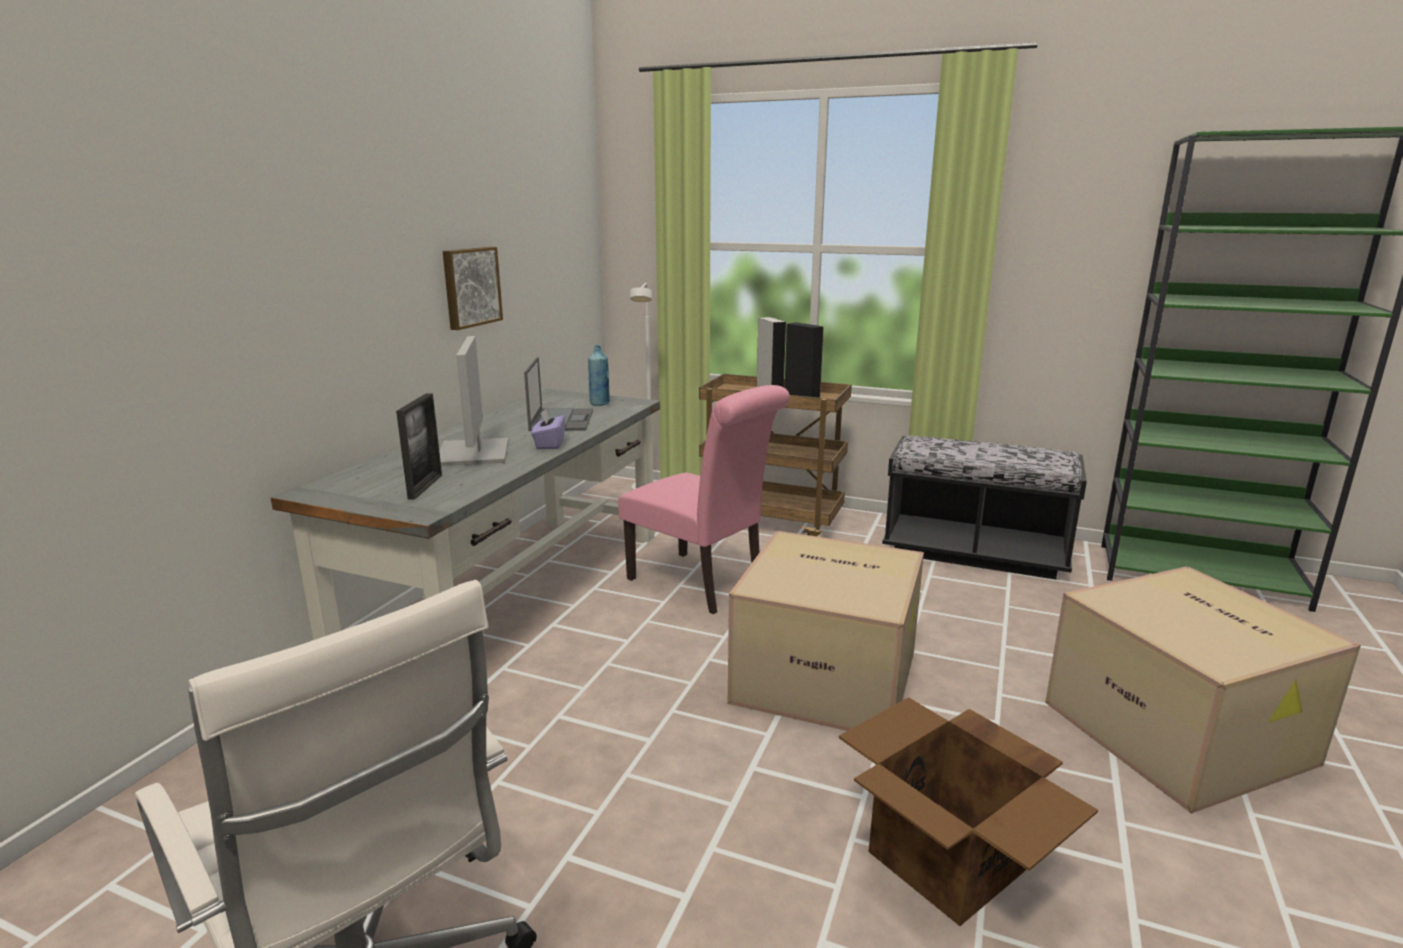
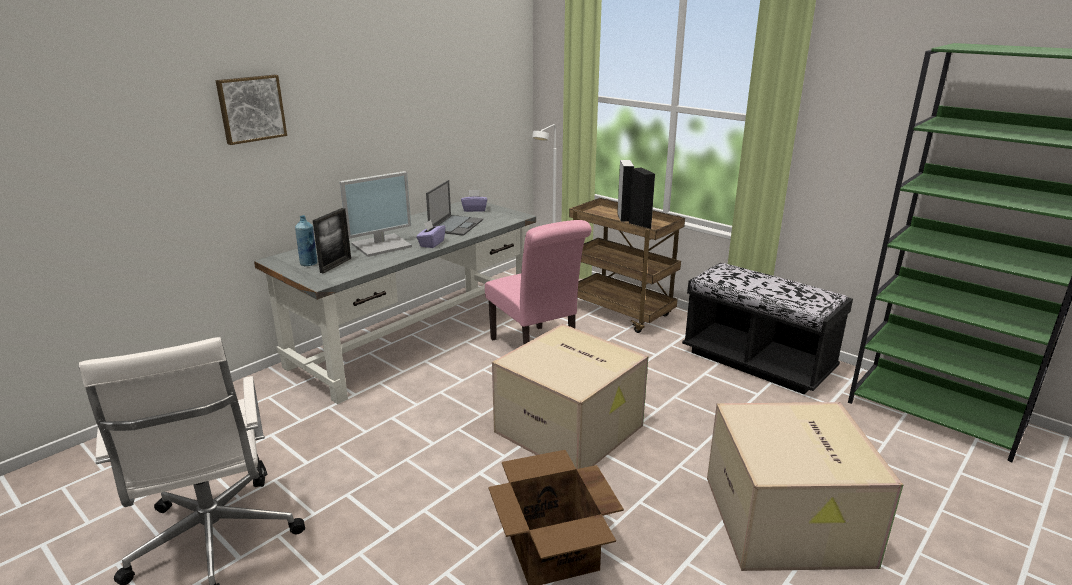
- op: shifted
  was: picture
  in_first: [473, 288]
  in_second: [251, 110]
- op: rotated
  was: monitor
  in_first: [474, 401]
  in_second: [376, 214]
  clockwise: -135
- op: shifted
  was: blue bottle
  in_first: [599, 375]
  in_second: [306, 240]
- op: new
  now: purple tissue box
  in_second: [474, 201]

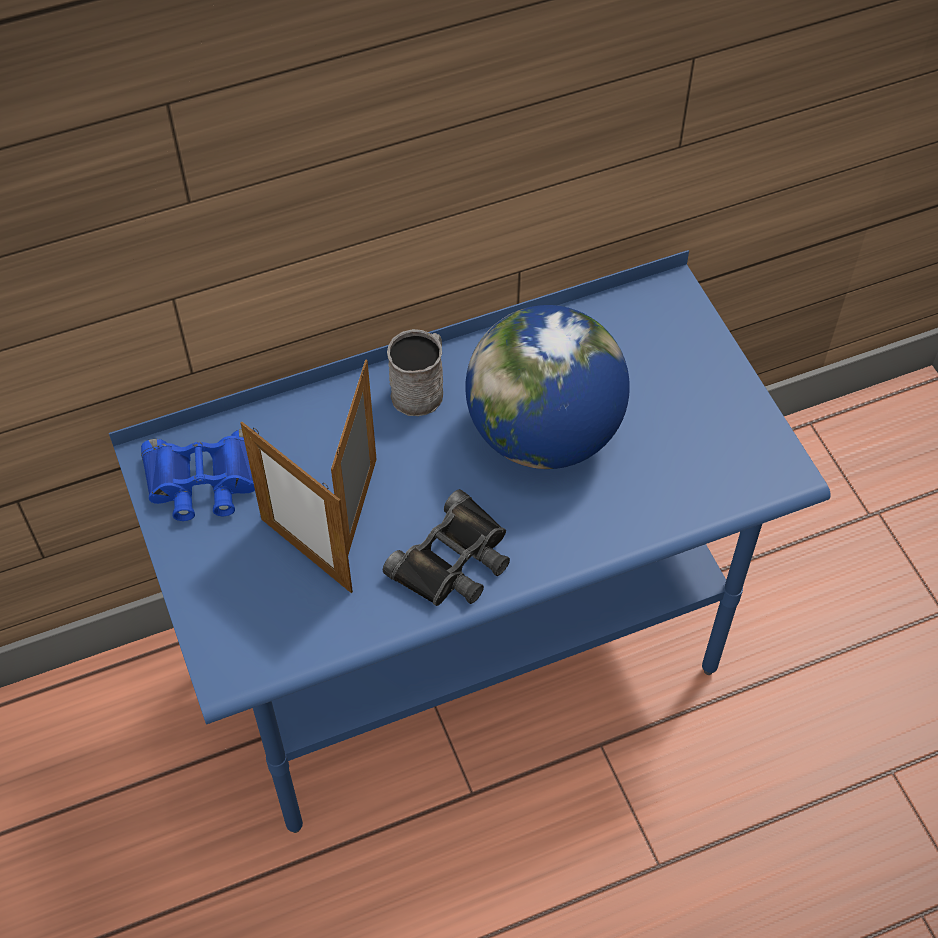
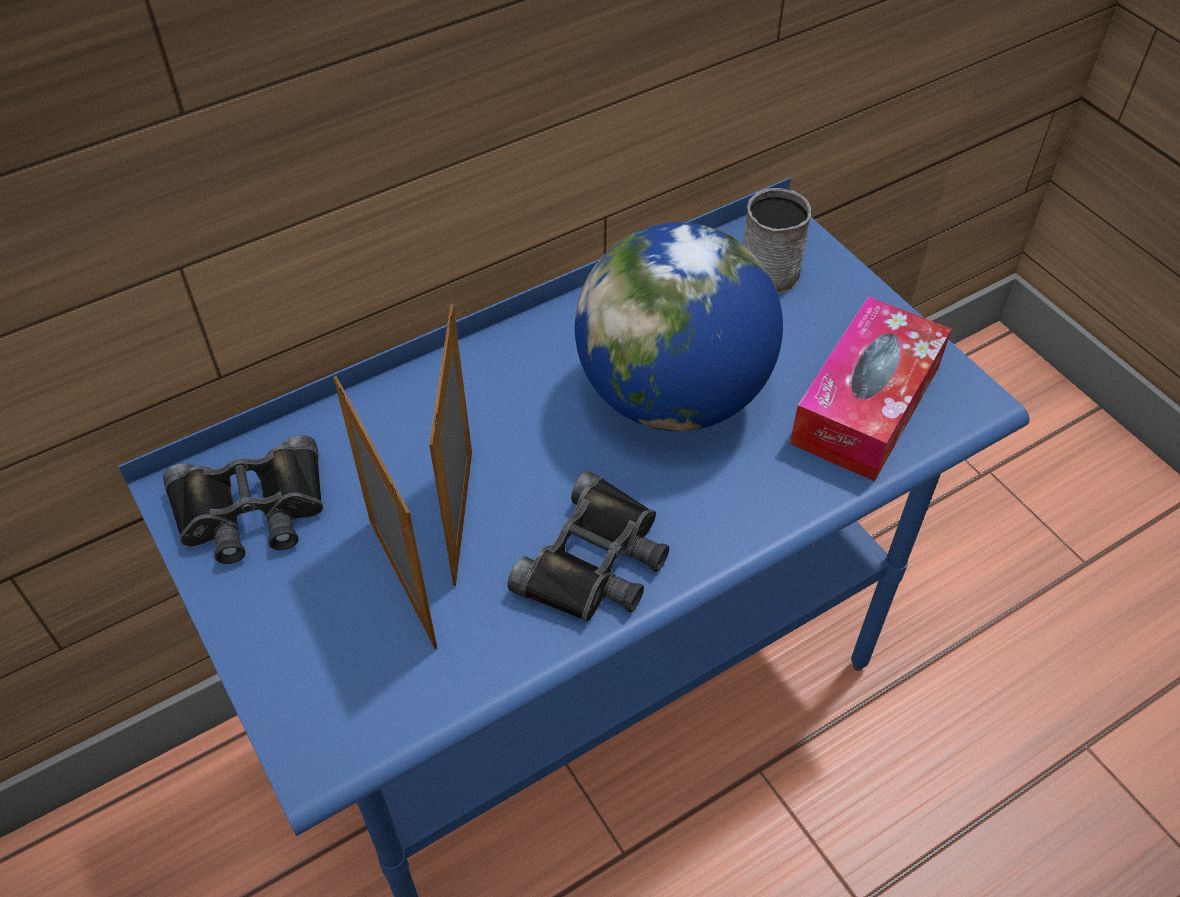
- op: shifted
  was: grey mug
  in_first: [415, 372]
  in_second: [777, 240]
- op: rotated
  was: picture frame
  in_first: [296, 507]
  in_second: [385, 512]
  clockwise: -150
- op: repainted
  was: blue binoculars
  now: black binoculars
  in_first: [199, 475]
  in_second: [243, 499]
- op: new
  now: tissue box
  in_second: [871, 388]

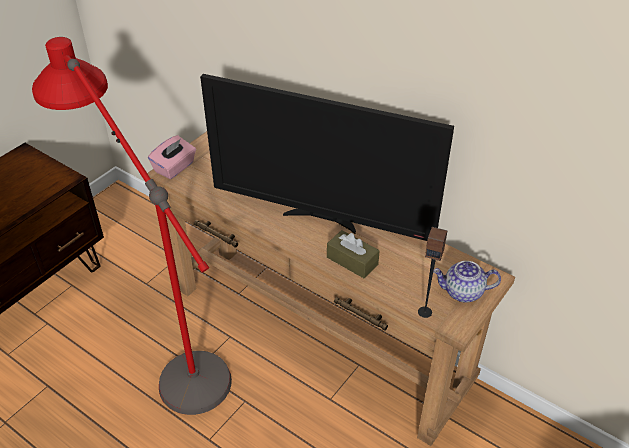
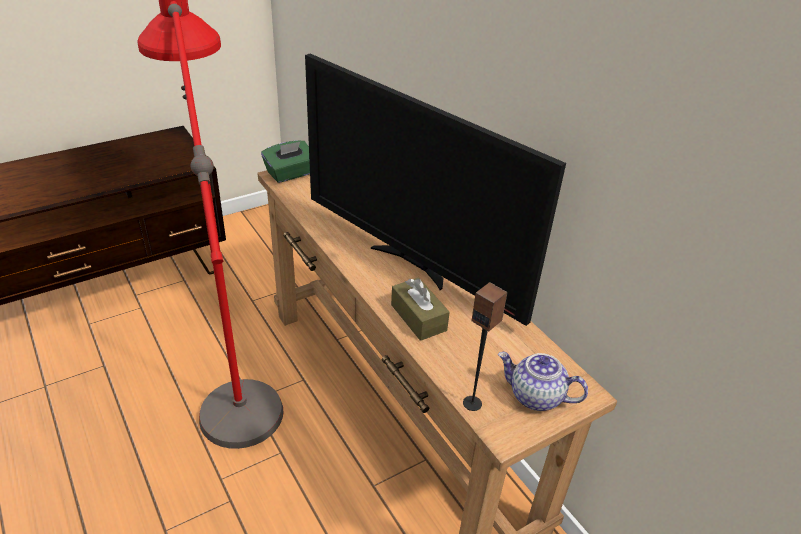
- op: repainted
  was: pink tissue box
  now: green tissue box
  in_first: [172, 157]
  in_second: [285, 161]

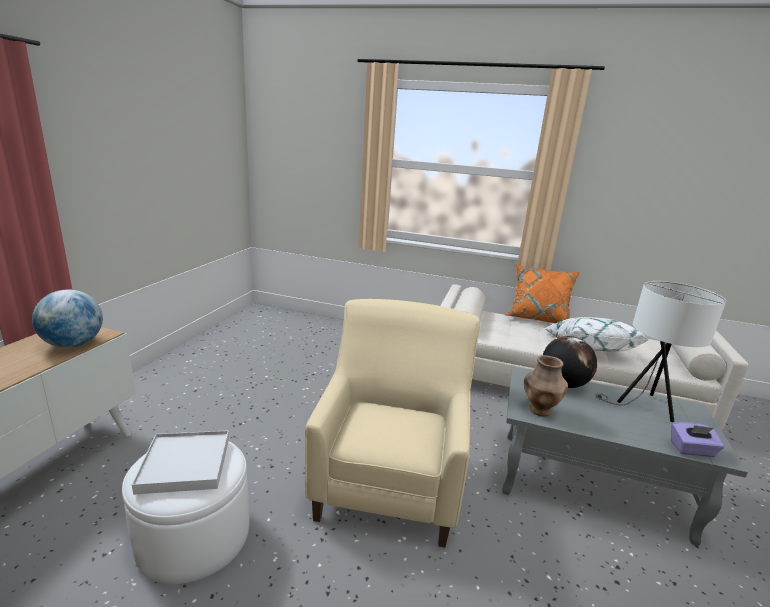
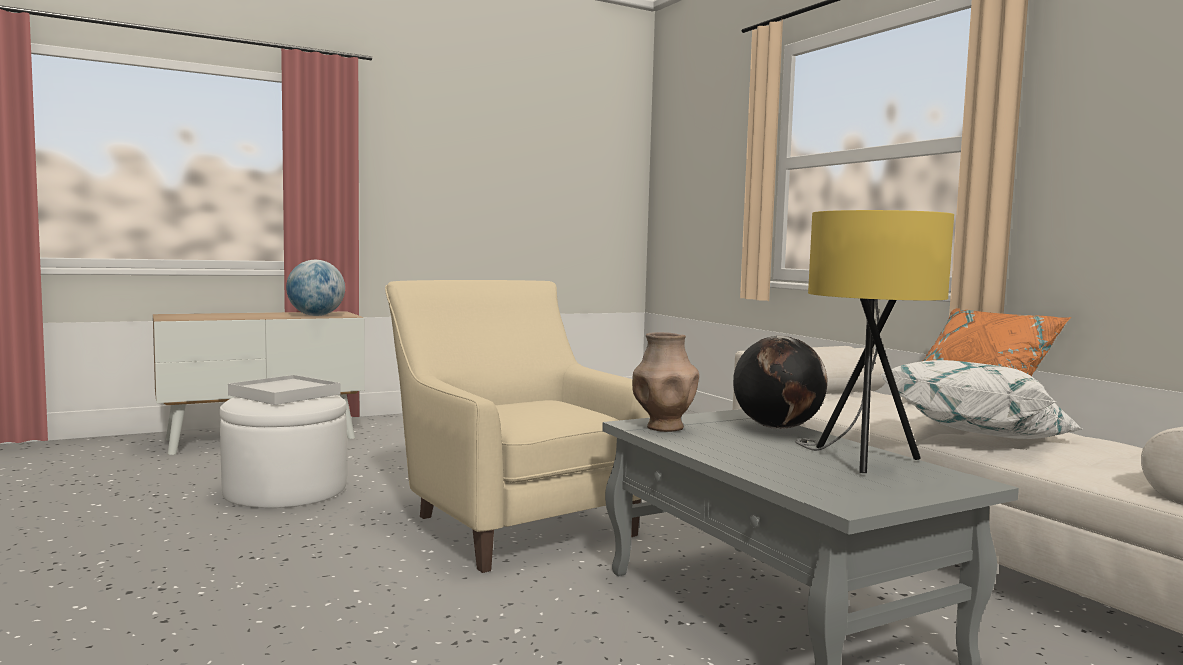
- op: repainted
  was: white table lamp
  now: yellow table lamp
  in_first: [660, 351]
  in_second: [874, 341]
- op: rotated
  was: beige armchair
  in_first: [392, 423]
  in_second: [517, 426]
  clockwise: -90
- op: gone
  was: purple tissue box
  in_first: [697, 439]

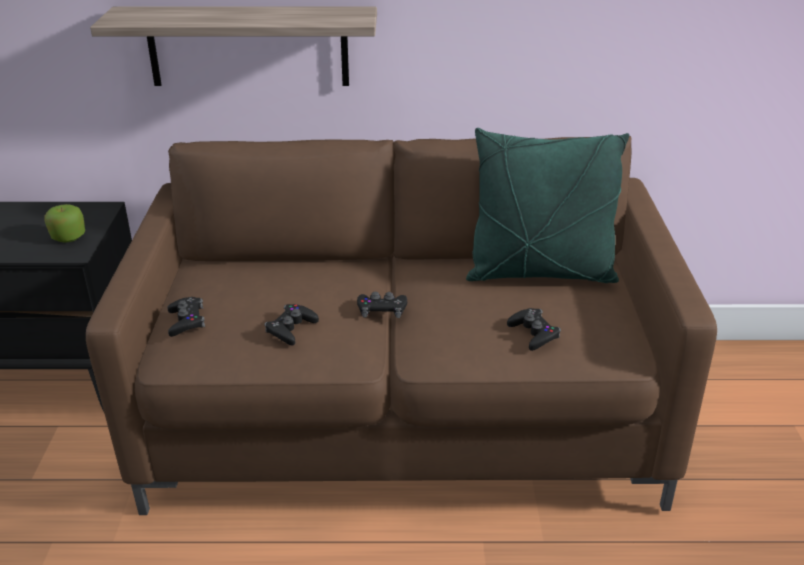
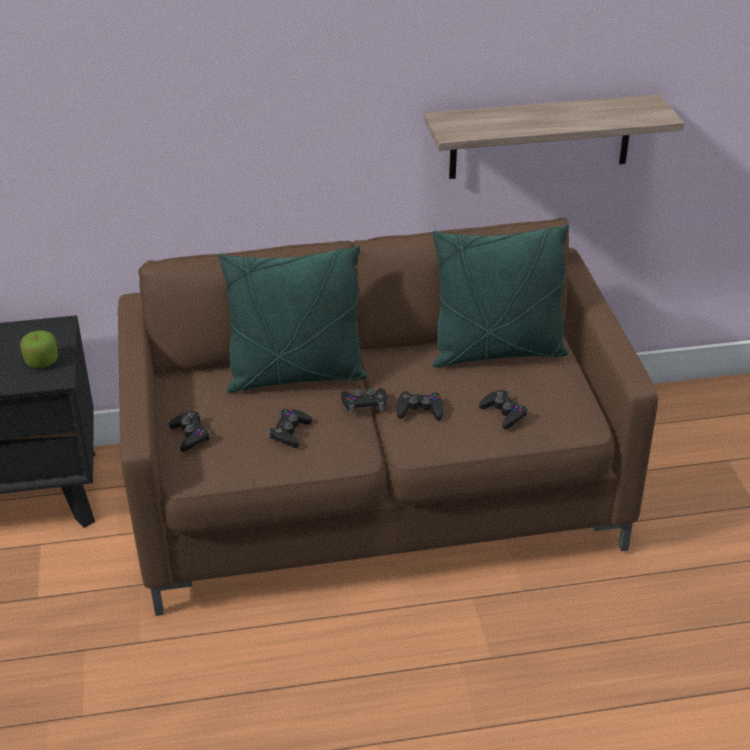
- op: shifted
  was: shelf
  in_first: [233, 46]
  in_second: [554, 136]
- op: new
  now: green pillow
  in_second: [293, 319]
- op: new
  now: black game controller
  in_second: [420, 406]

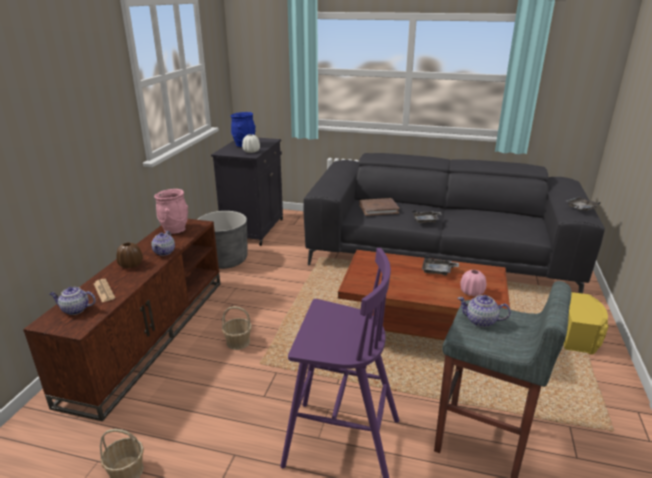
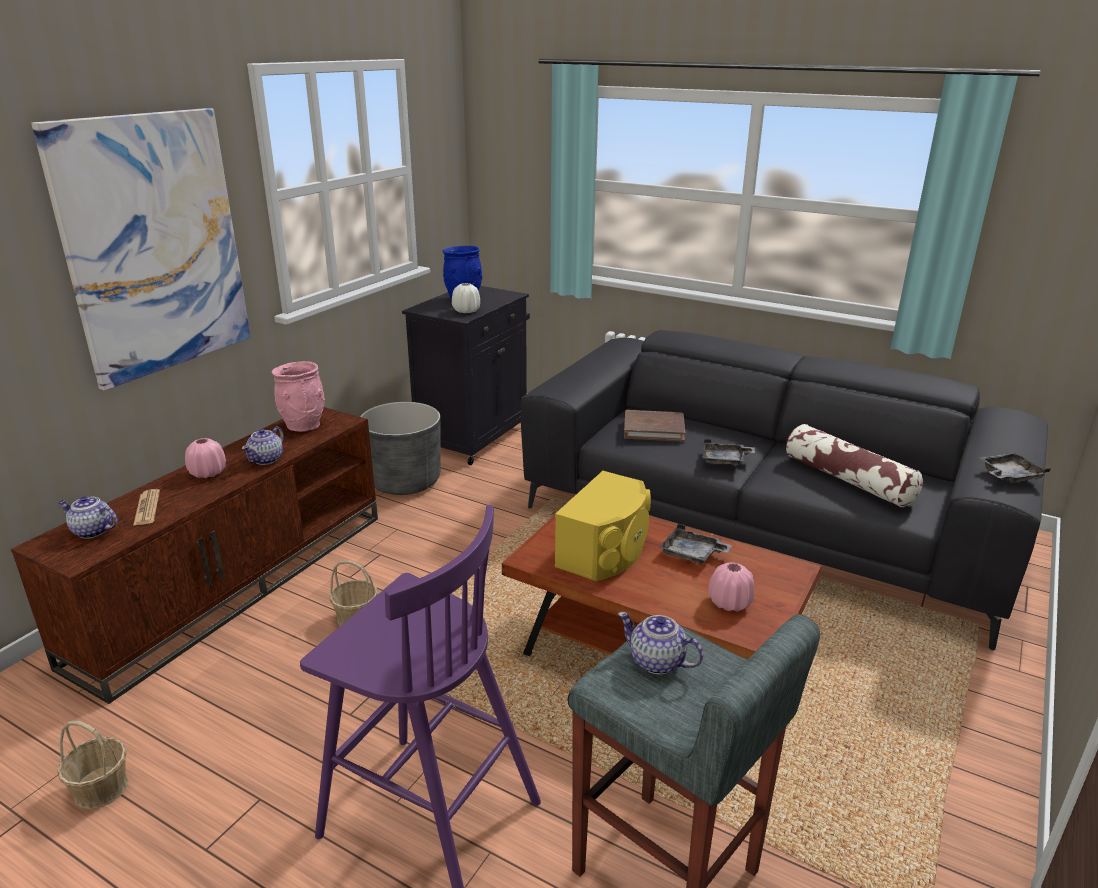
- op: repainted
  was: brown vase
  now: pink vase
  in_first: [130, 255]
  in_second: [205, 458]
- op: shifted
  was: yellow speaker
  in_first: [586, 323]
  in_second: [603, 526]
- op: new
  now: picture
  in_second: [141, 249]
- op: new
  now: pillow
  in_second: [854, 465]

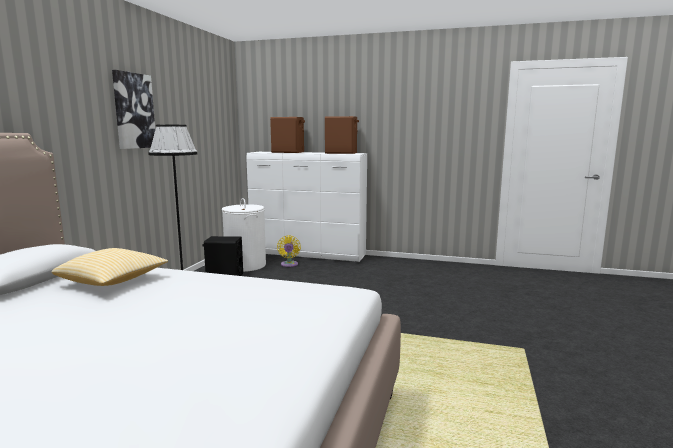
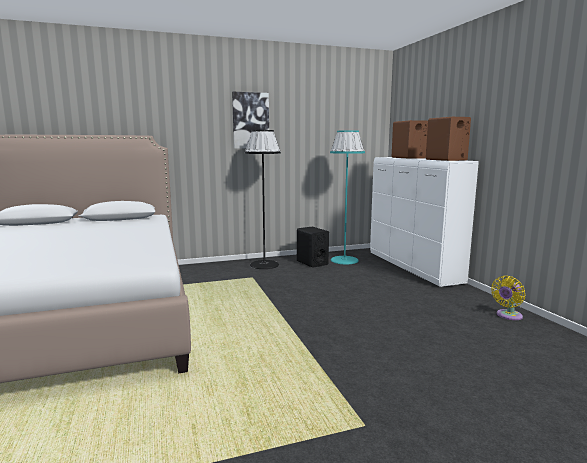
- op: swapped
  was: white laundry basket
  now: turquoise floor lamp
  in_first: [244, 235]
  in_second: [347, 197]
- op: shifted
  was: yellow fan
  in_first: [289, 251]
  in_second: [508, 298]
- op: gone
  was: pillow
  in_first: [110, 267]

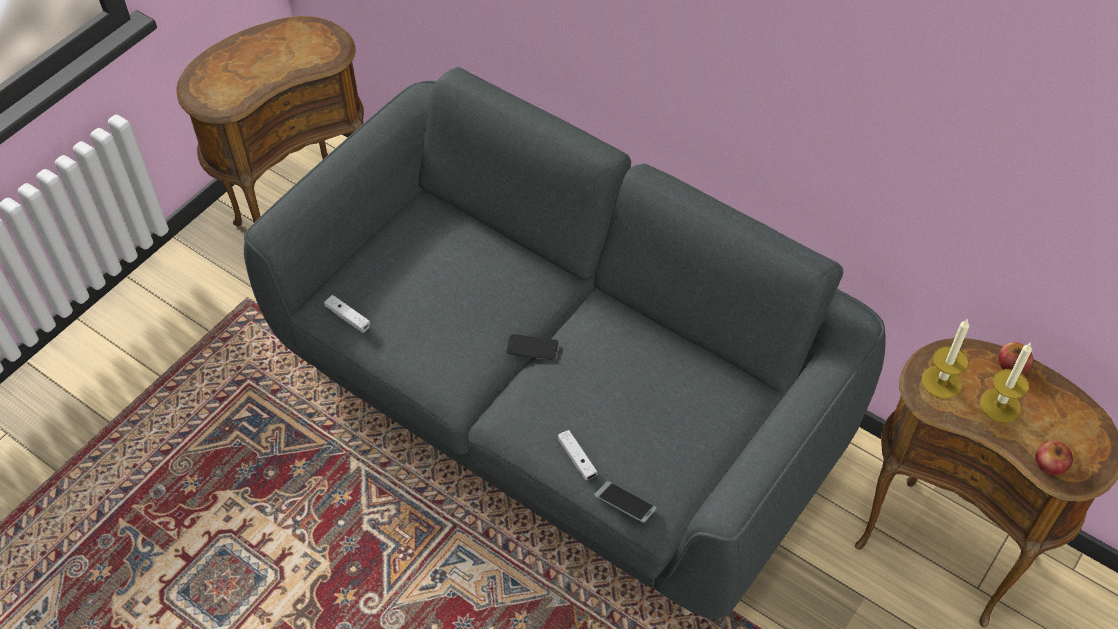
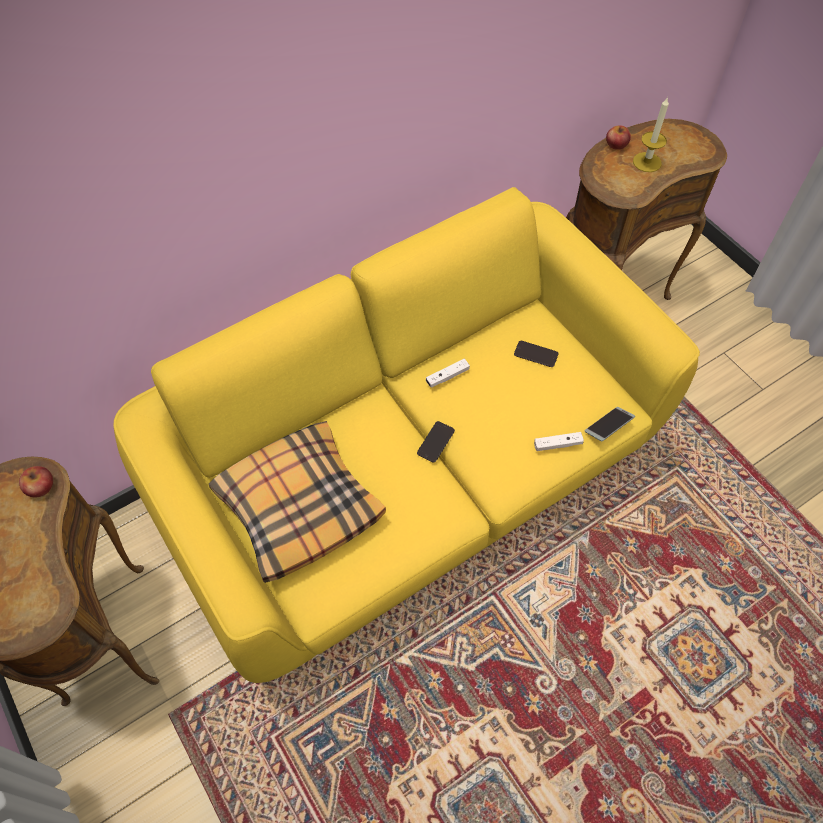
- op: repainted
  was: grey sofa
  now: yellow sofa
  in_first: [564, 343]
  in_second: [406, 435]
- op: shifted
  was: white game controller
  in_first: [347, 314]
  in_second: [448, 373]
- op: gone
  was: candle
  in_first: [945, 358]
- op: shifted
  was: apple
  in_first: [1054, 458]
  in_second: [36, 481]
- op: new
  now: phone
  in_second: [536, 354]
- op: new
  now: pillow
  in_second: [297, 502]

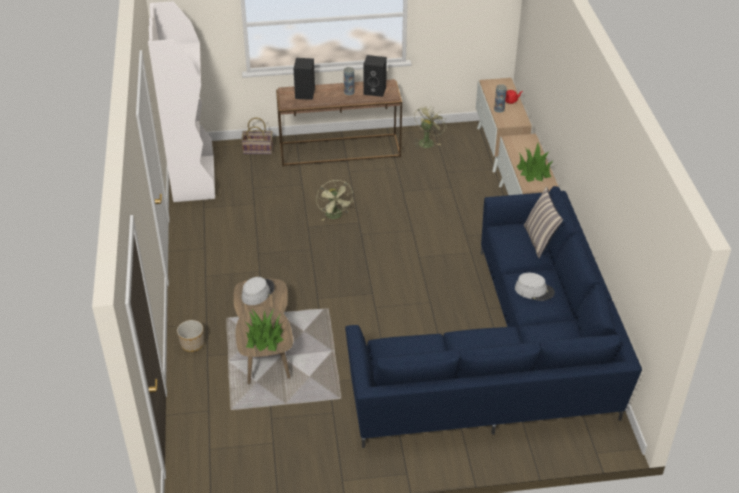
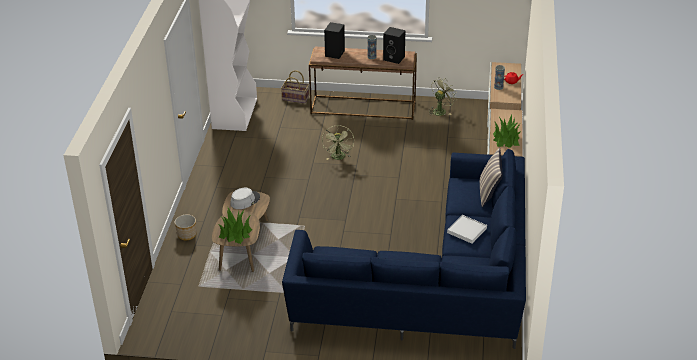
- op: swapped
  was: grey hat
  now: white tray
  in_first: [535, 287]
  in_second: [467, 229]

